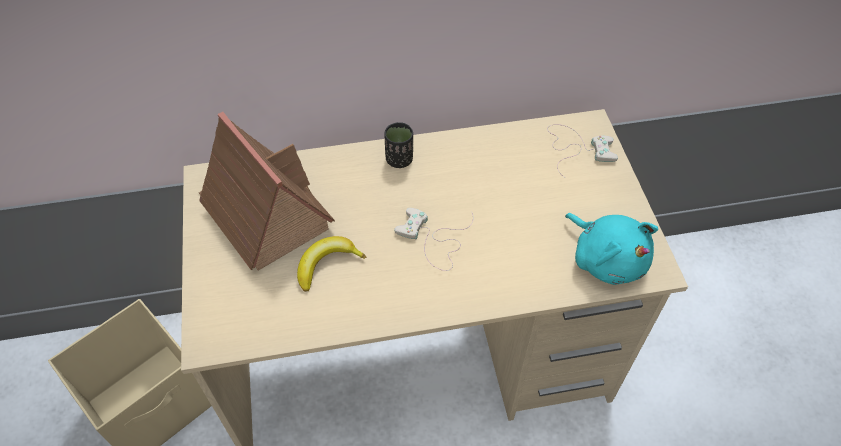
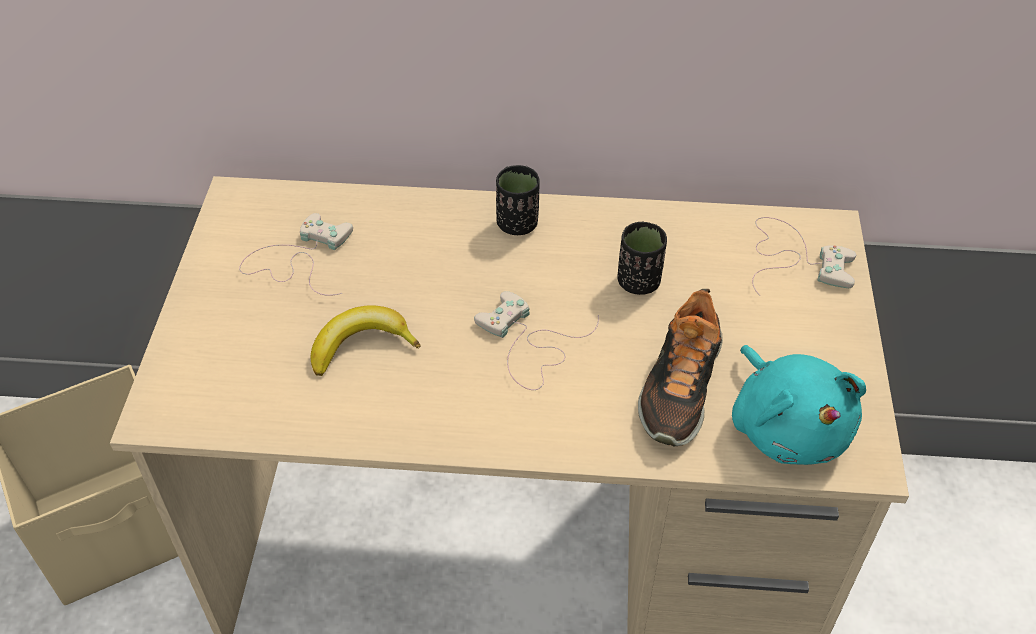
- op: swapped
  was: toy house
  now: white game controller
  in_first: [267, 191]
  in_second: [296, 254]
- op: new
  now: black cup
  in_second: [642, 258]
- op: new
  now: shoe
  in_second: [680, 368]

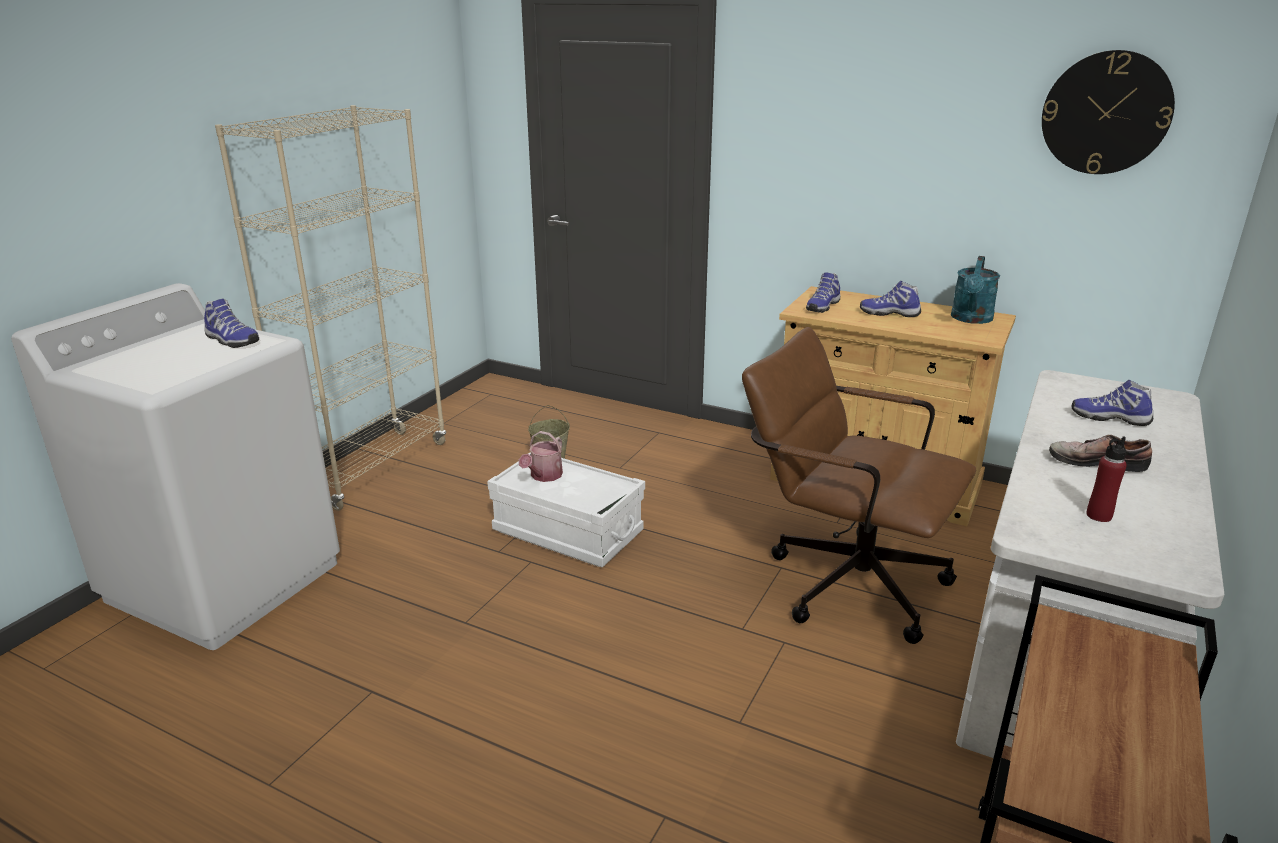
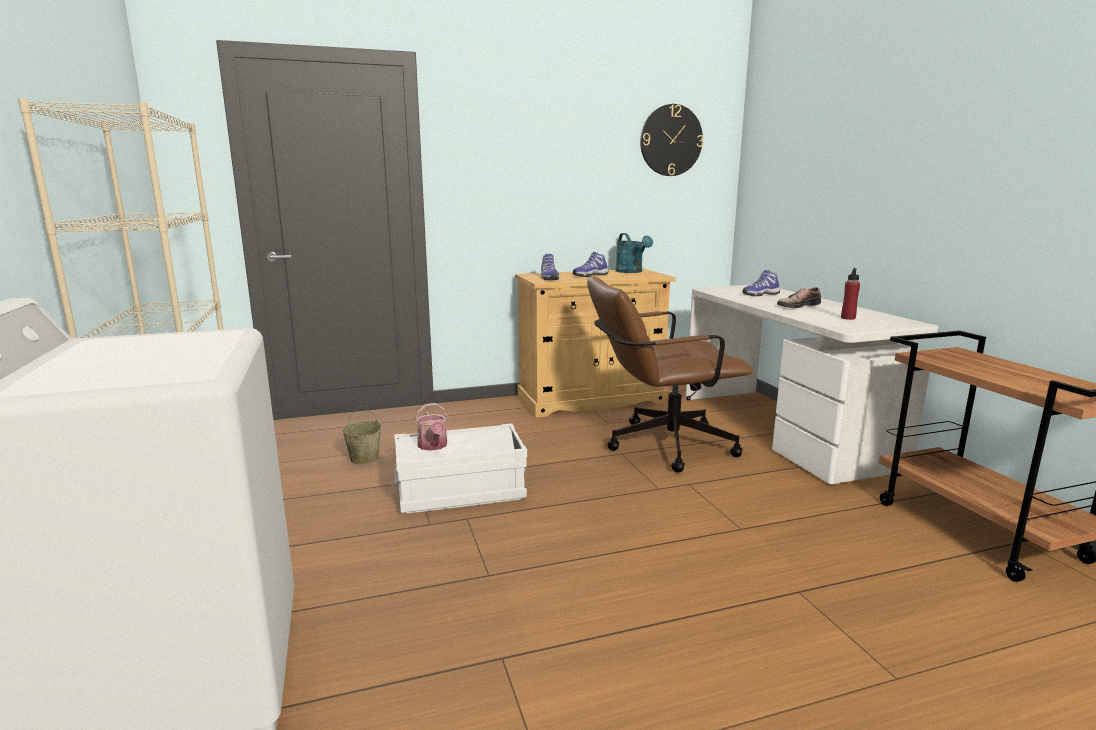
- op: gone
  was: shoe
  in_first: [231, 323]

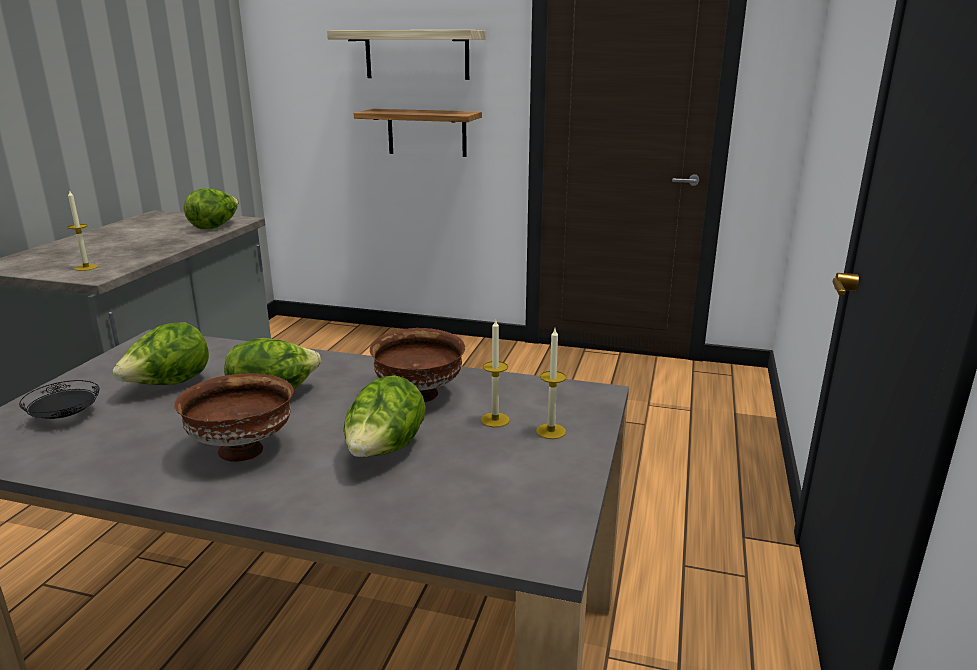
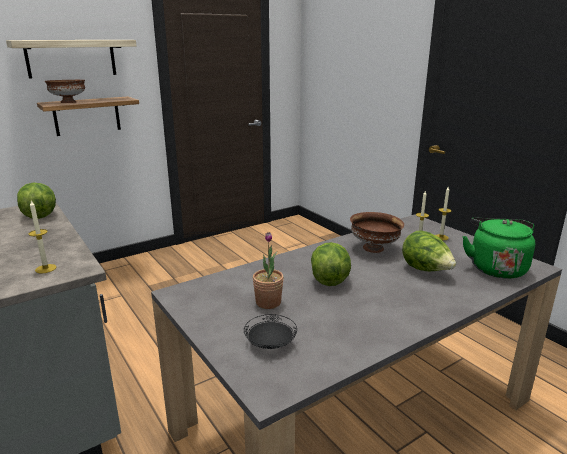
- op: swapped
  was: lettuce
  now: potted plant
  in_first: [161, 353]
  in_second: [268, 270]
- op: shifted
  was: brown bowl
  in_first: [234, 417]
  in_second: [64, 91]
- op: new
  now: green kettle
  in_second: [498, 248]

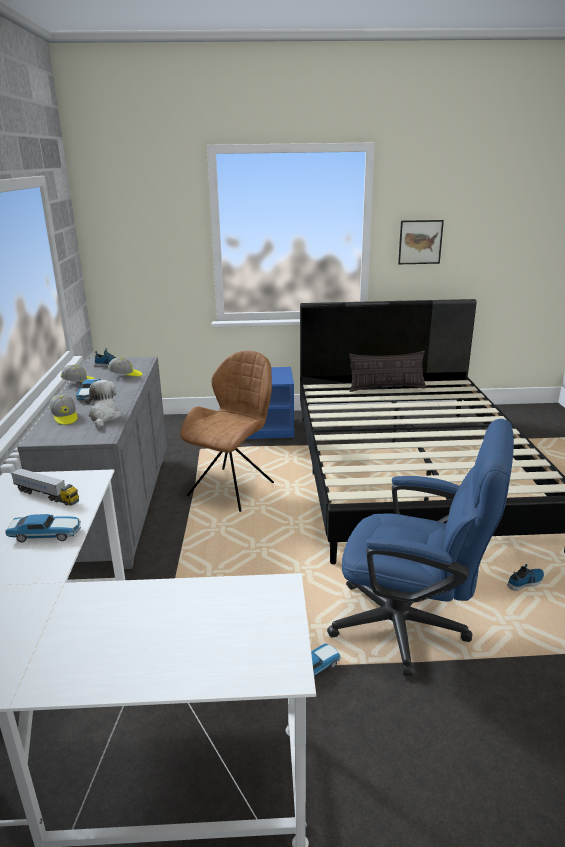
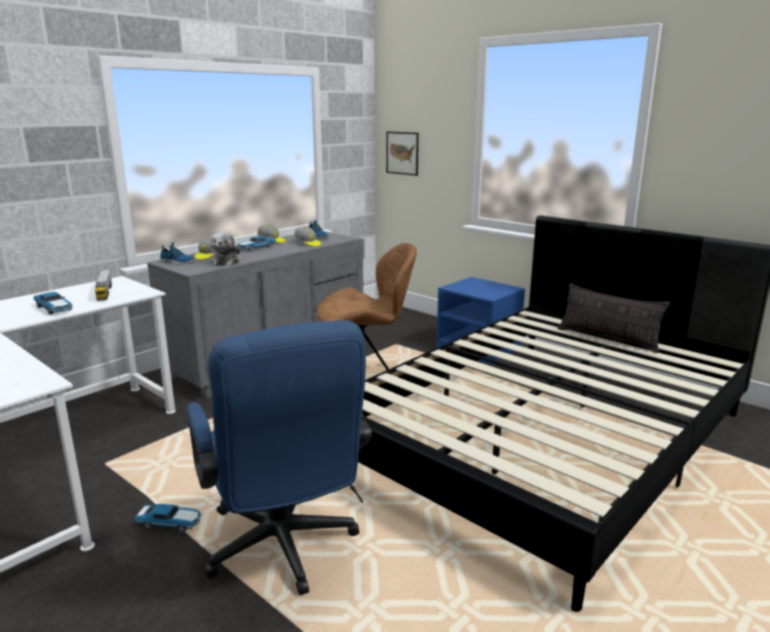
- op: shifted
  was: picture
  in_first: [421, 242]
  in_second: [402, 154]
- op: rotated
  was: plush toy
  in_first: [103, 404]
  in_second: [225, 249]
  clockwise: 135
- op: shifted
  was: shoe
  in_first: [525, 577]
  in_second: [178, 253]

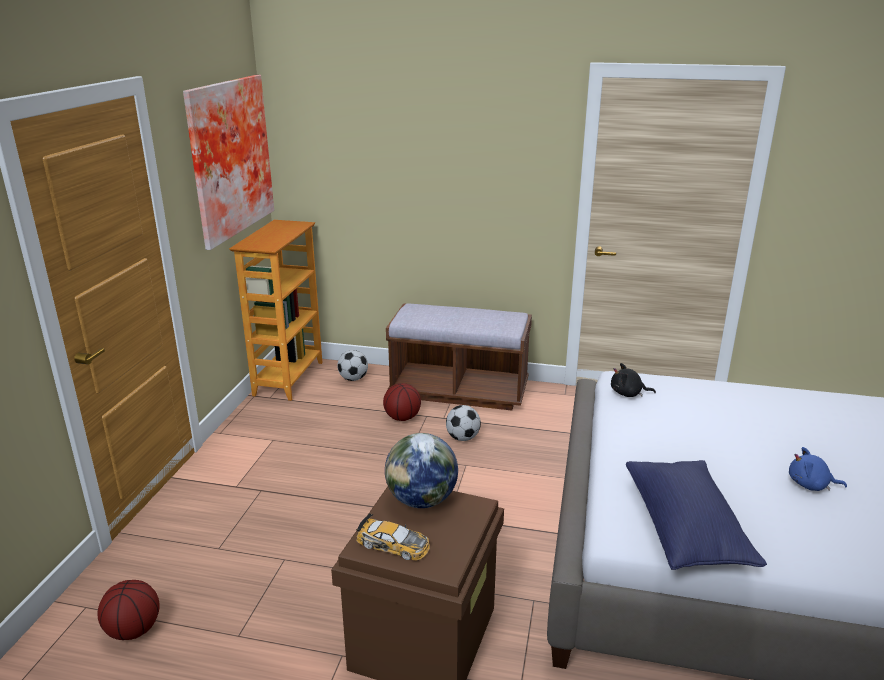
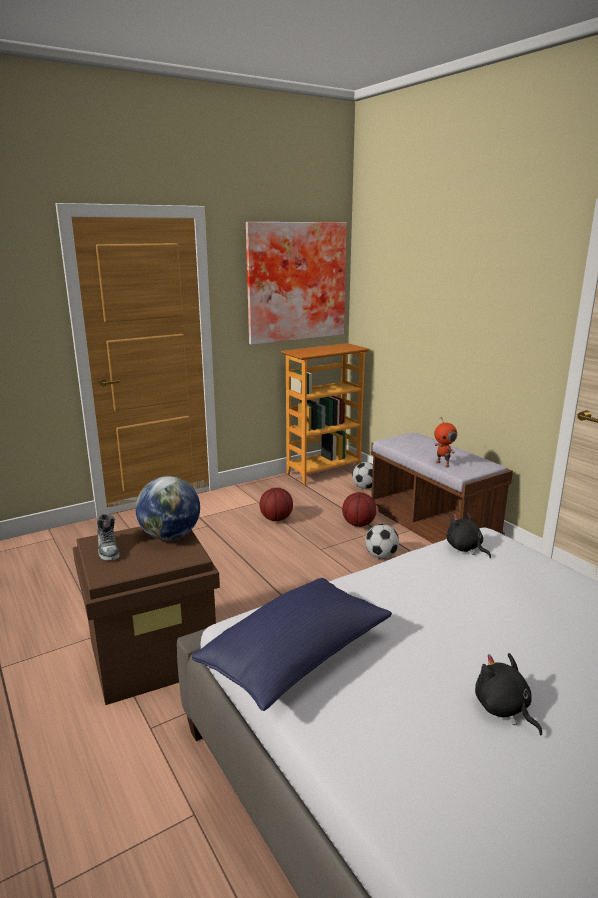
- op: repainted
  was: blue plush toy
  now: black plush toy
  in_first: [818, 469]
  in_second: [508, 694]
- op: swapped
  was: toy car
  now: shoe
  in_first: [393, 536]
  in_second: [108, 537]
- op: shifted
  was: basketball
  in_first: [129, 610]
  in_second: [276, 504]
- op: new
  now: toy robot
  in_second: [445, 442]

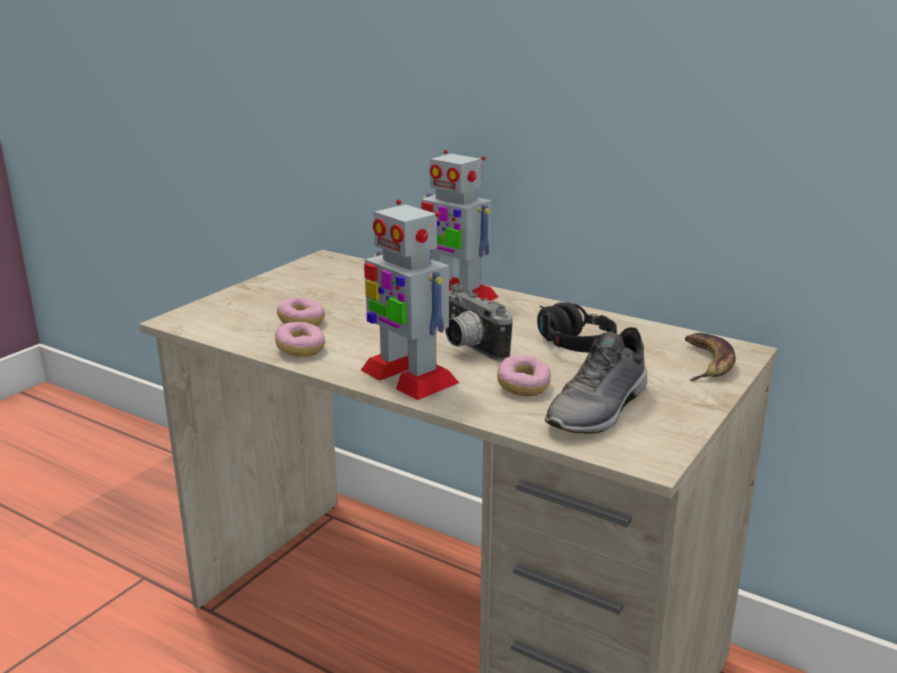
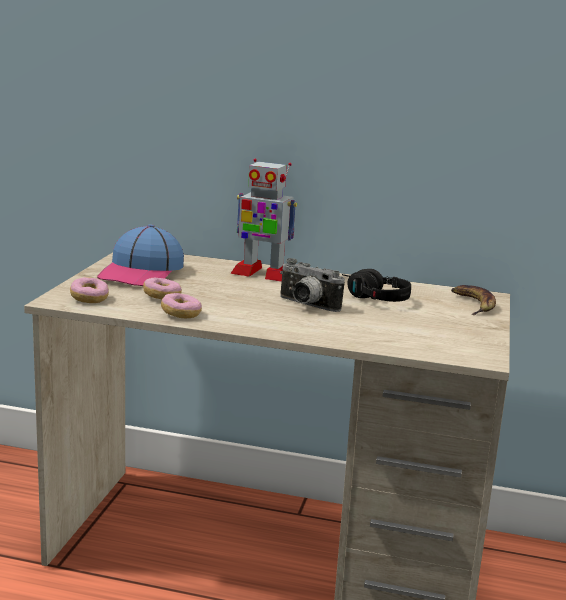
- op: gone
  was: toy robot
  in_first: [410, 300]
- op: gone
  was: grey shoe
  in_first: [596, 380]
- op: shifted
  was: donut
  in_first: [524, 375]
  in_second: [89, 290]
- op: new
  now: cap
  in_second: [140, 255]

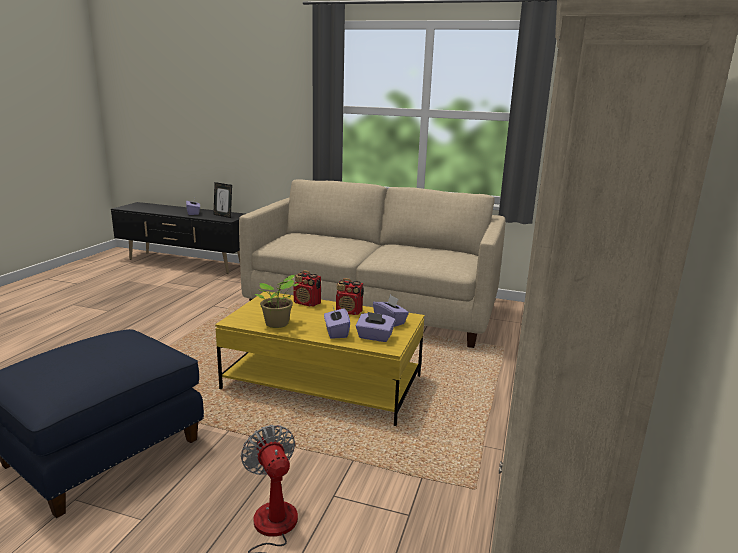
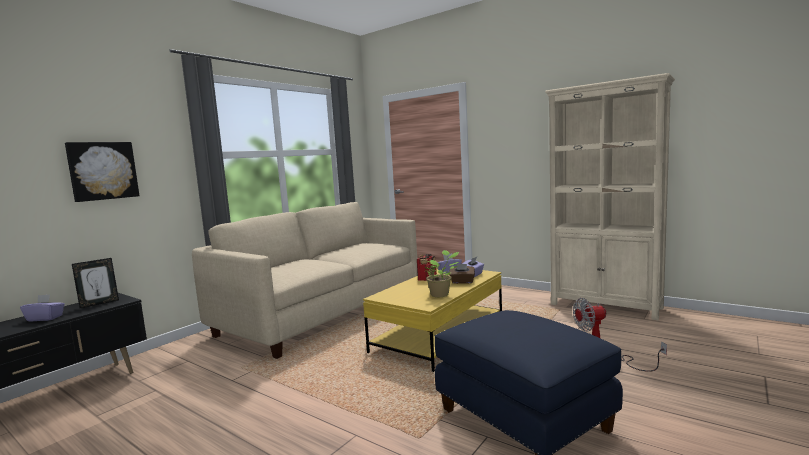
- op: gone
  was: radio
  in_first: [307, 288]
- op: repainted
  was: purple tissue box
  now: brown tissue box
  in_first: [337, 323]
  in_second: [462, 274]
- op: new
  now: picture
  in_second: [102, 172]

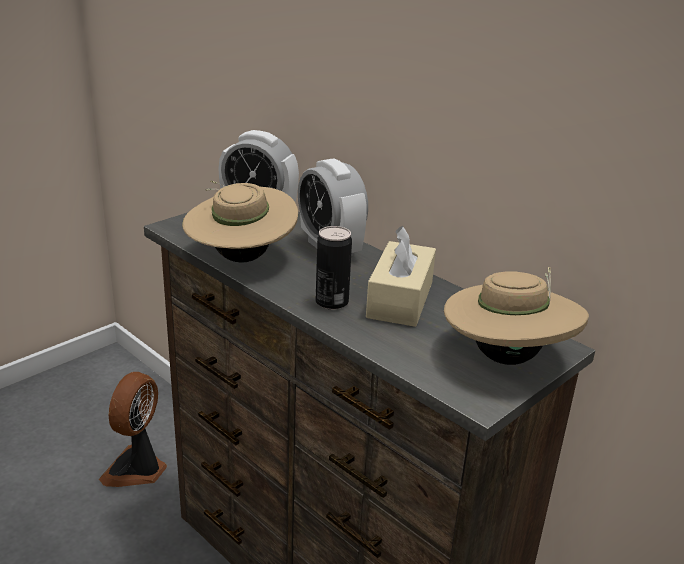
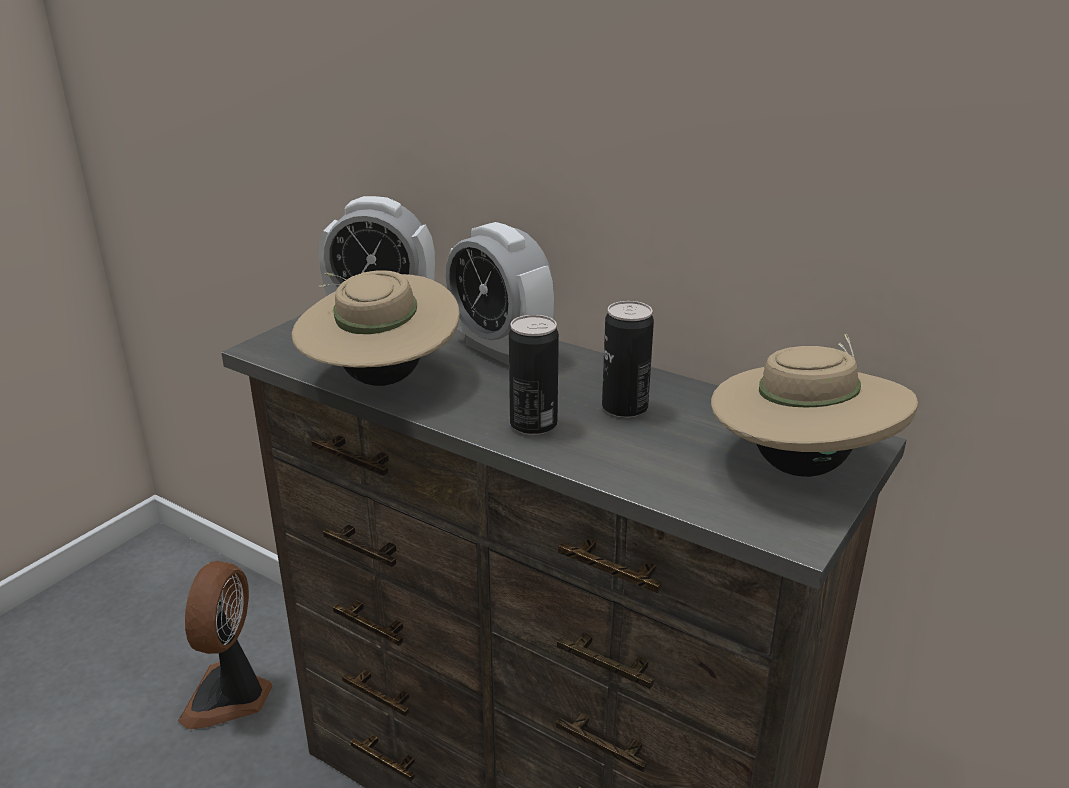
- op: swapped
  was: beige tissue box
  now: can
  in_first: [401, 276]
  in_second: [628, 359]

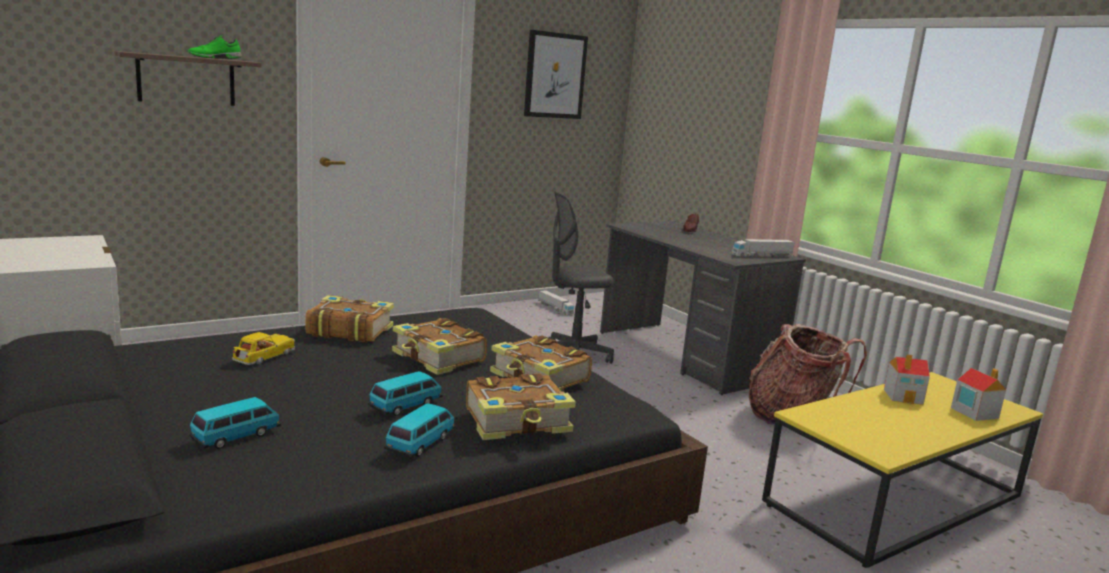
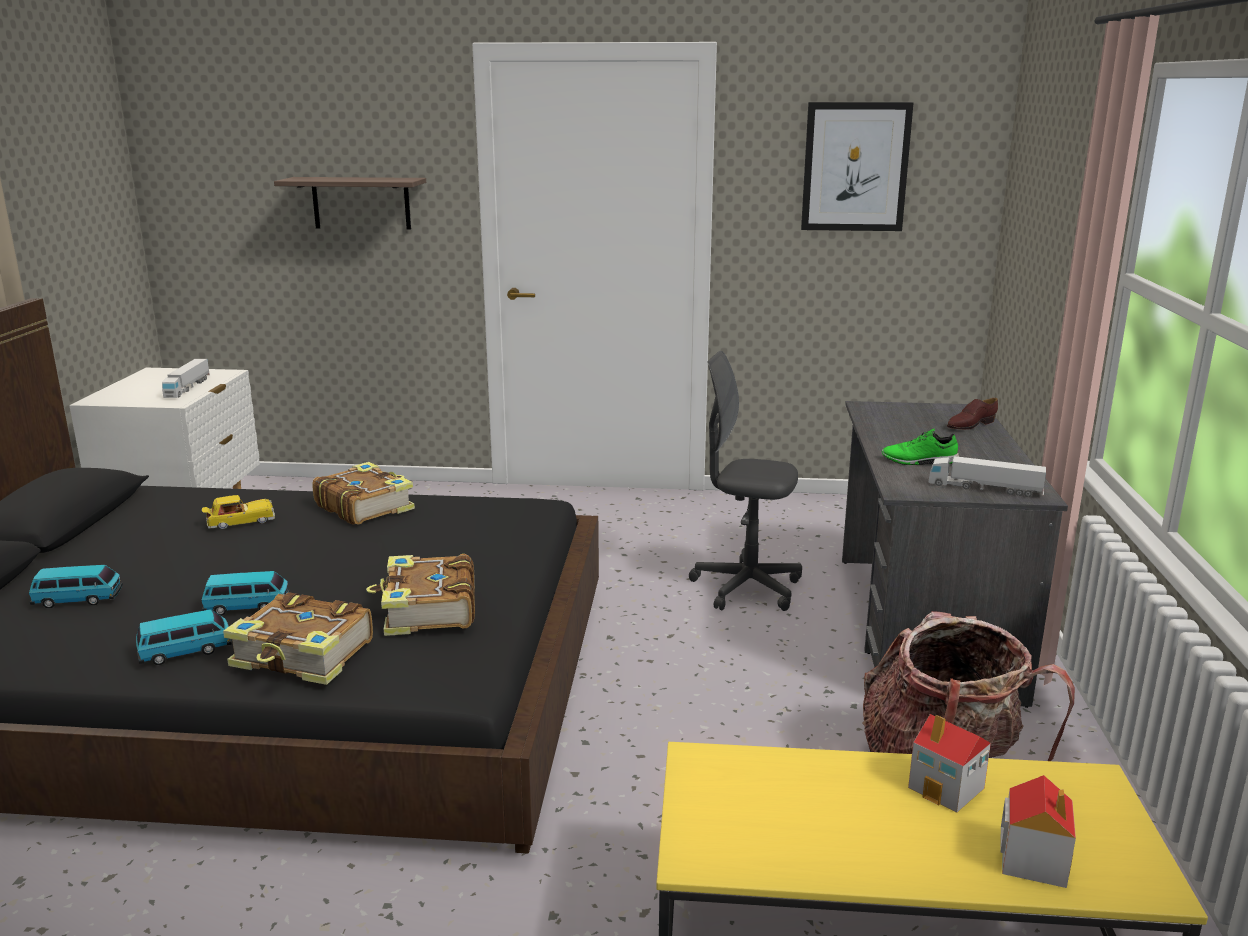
- op: shifted
  was: green shoe
  in_first: [214, 47]
  in_second: [920, 447]
- op: shifted
  was: toy truck
  in_first: [556, 302]
  in_second: [186, 378]
- op: gone
  was: book
  in_first: [439, 346]

